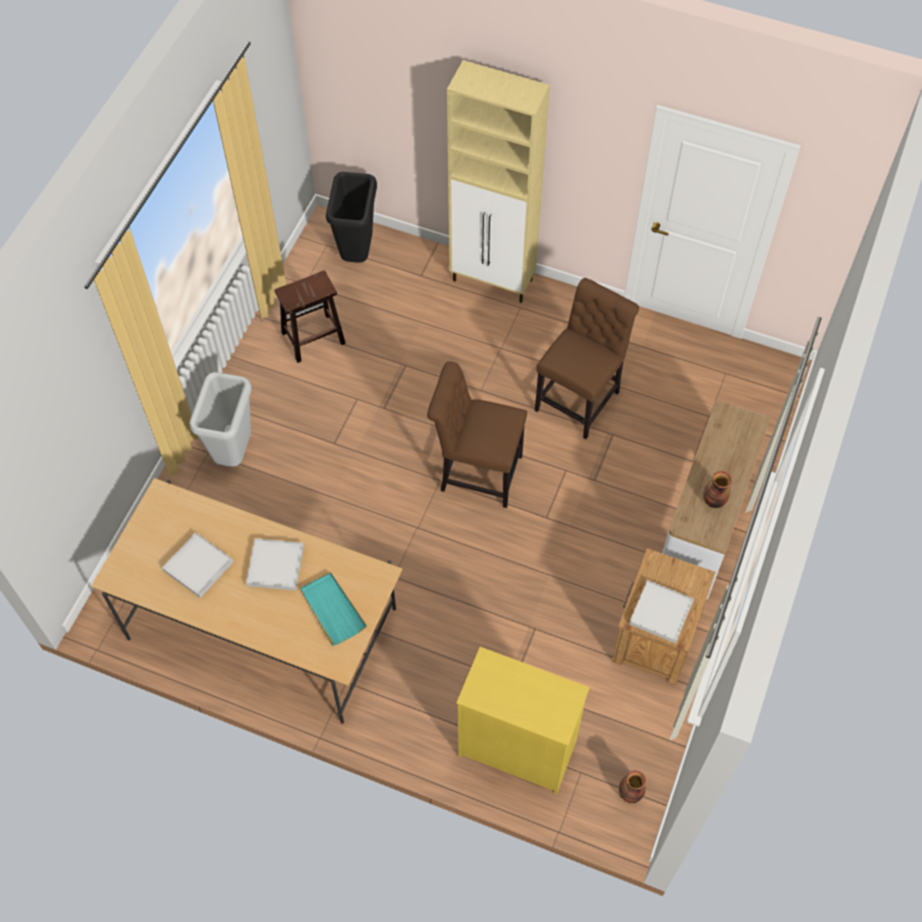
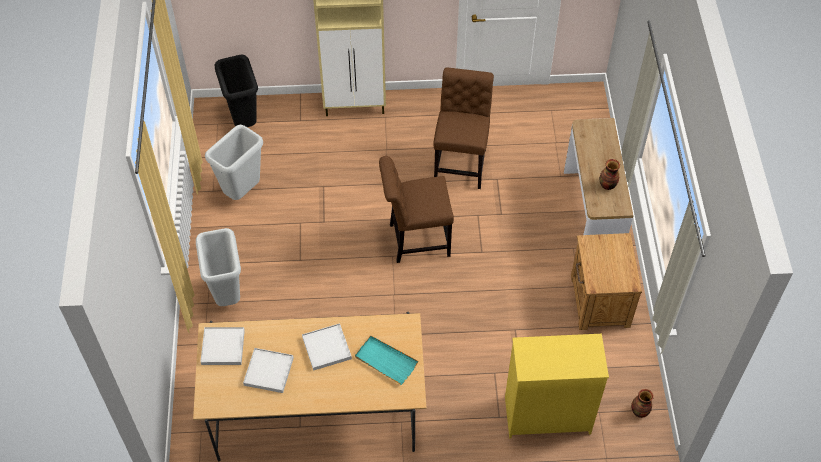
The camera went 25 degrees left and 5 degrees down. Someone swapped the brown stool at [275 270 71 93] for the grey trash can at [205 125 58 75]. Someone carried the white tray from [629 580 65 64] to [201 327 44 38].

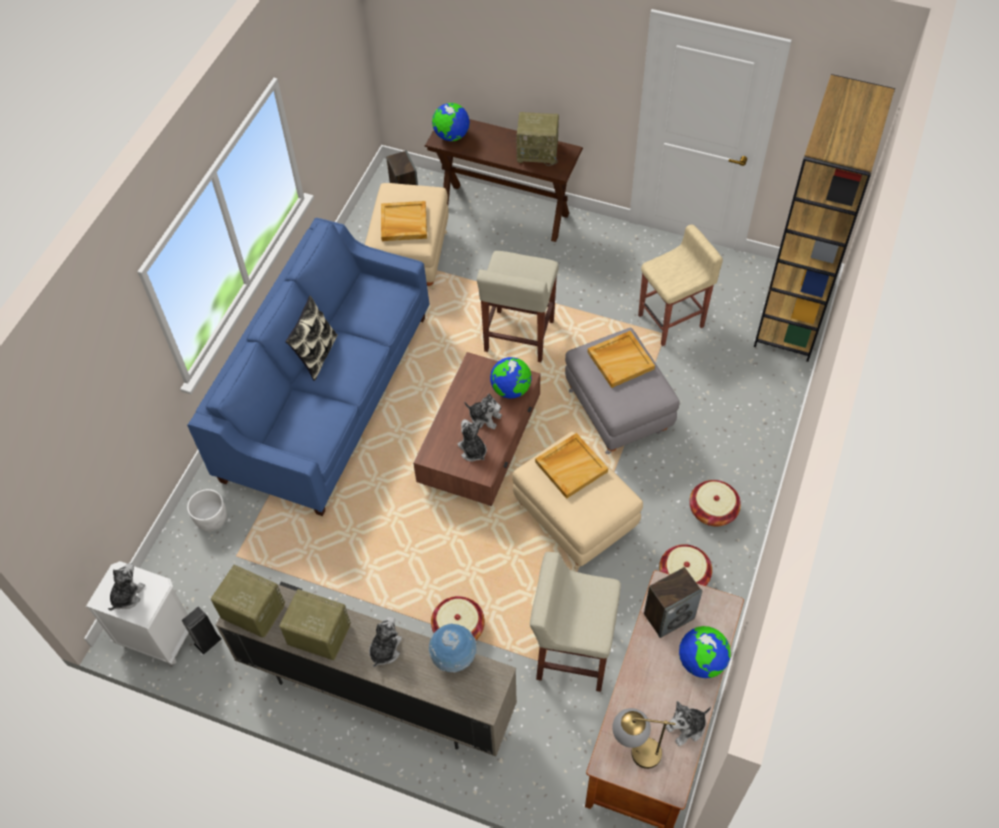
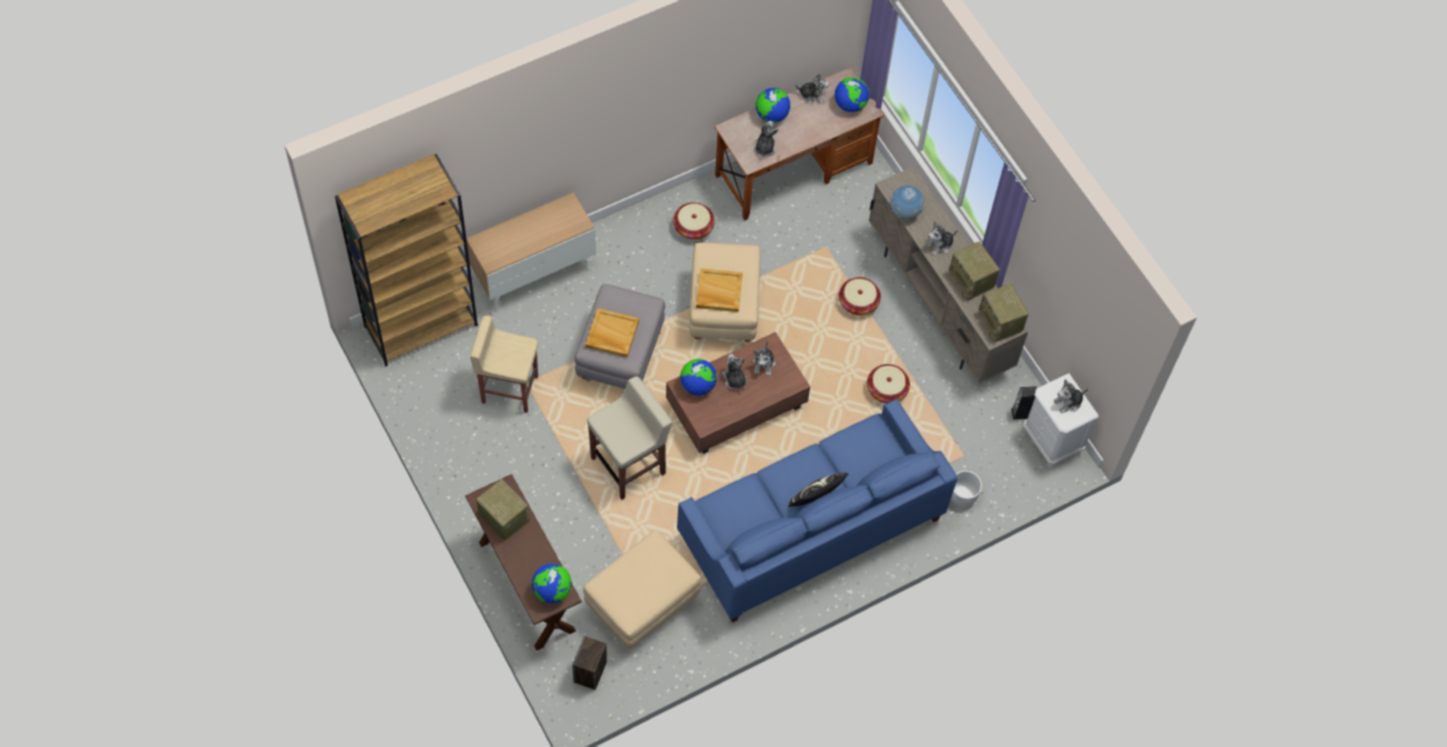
The camera went 145 degrees left and 5 degrees up. Someone took away the beige tray at [381 201 46 40]. Someone carried the basket from [689 480 52 46] to [867 364 43 40]. Someone took away the beige stool at [530 552 91 140]. Someone swapped the speaker at [644 567 58 71] for the plush toy at [754 121 25 36]. Someone swapped the table lamp at [612 708 64 61] for the globe at [835 77 34 35]. Someone put down the cabinet at [466 193 130 119].

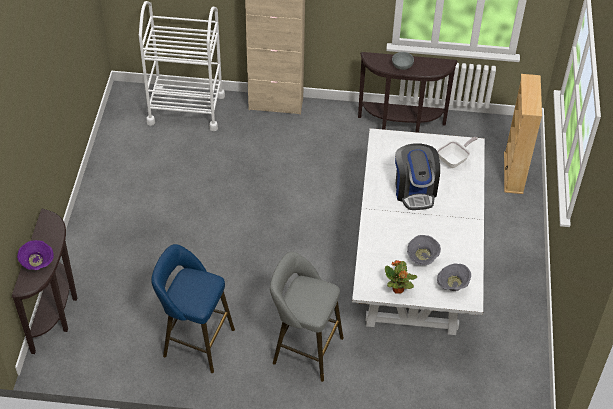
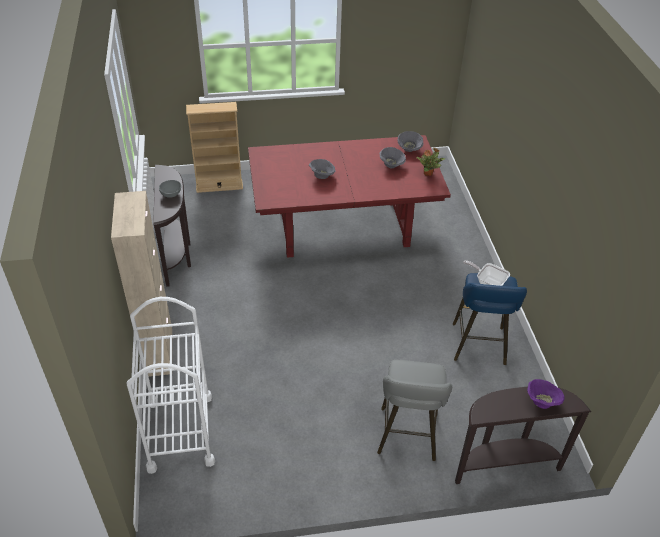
The camera went 105 degrees left and 5 degrees down. Someone repainted the white dining table at [352 128 133 207], which became the red dining table at [248 135 203 123]. Someone carried the frying pan from [437 137 41 31] to [463 260 47 26]. Someone swapped the coffee machine at [395 143 45 67] for the grey bowl at [309 159 27 20]. Someone carried the grey stool from [270 252 74 130] to [377 360 75 101].

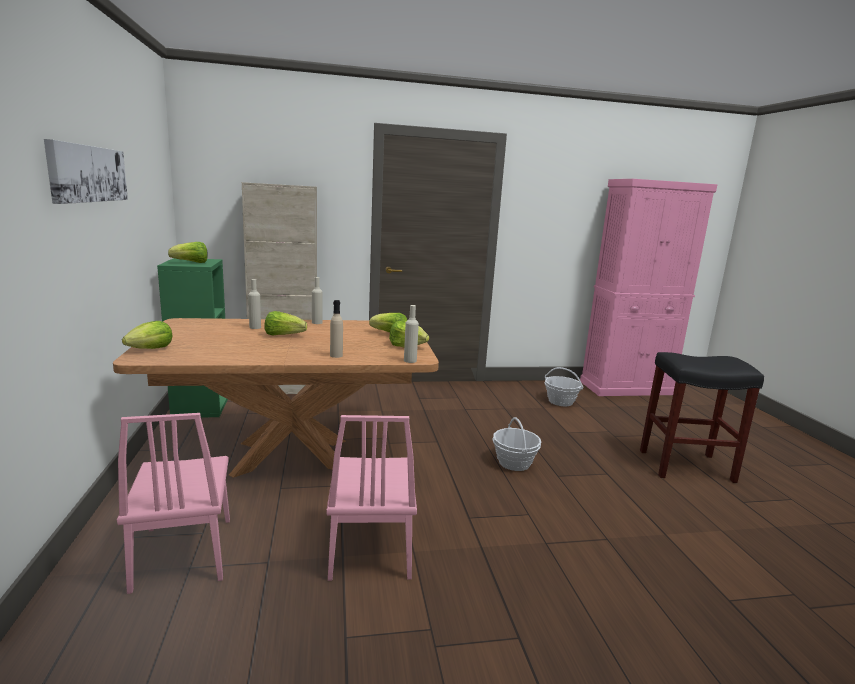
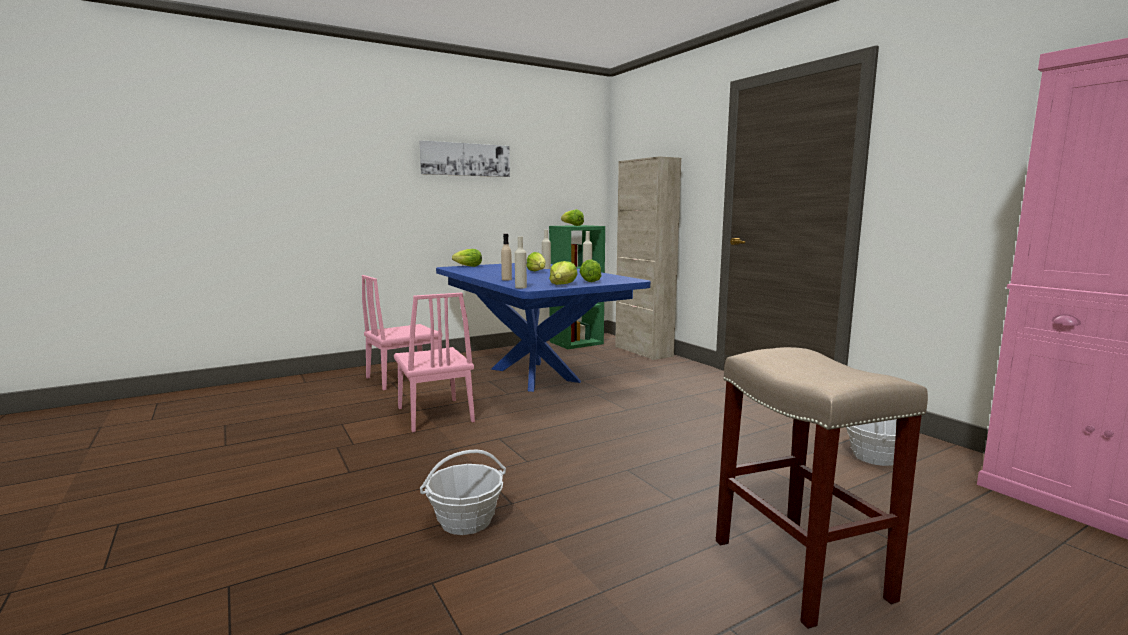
The camera went 70 degrees right and 5 degrees down. Someone repainted the brown dining table at [113 318 326 160], which became the blue dining table at [436 262 215 130]. Someone repainted the black stool at [640 352 124 131], which became the beige stool at [716 347 212 282]. Someone rotated the pink chair at [326 415 91 166] by 90 degrees counterclockwise. Someone carried the basket from [492 417 50 54] to [420 449 86 86].

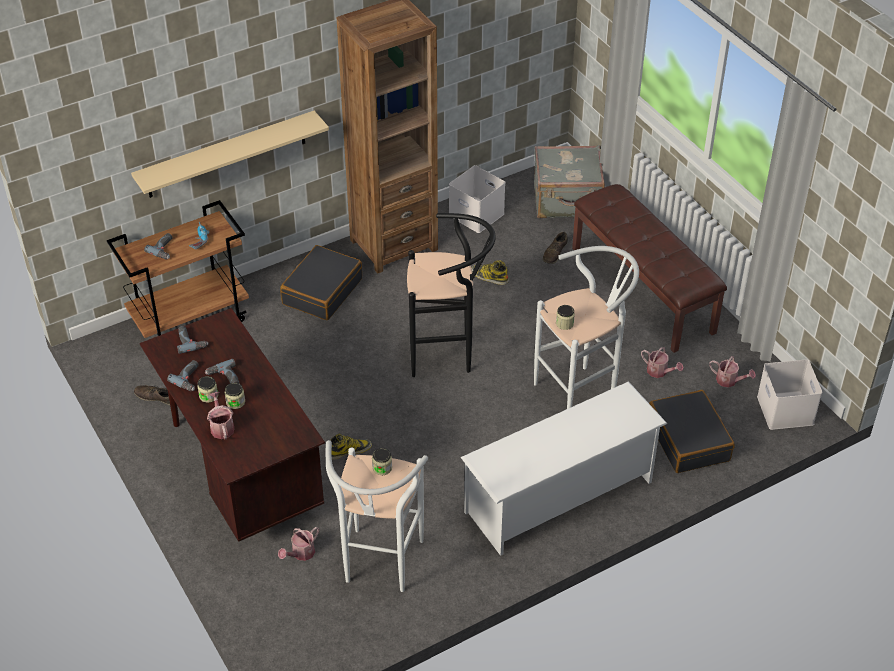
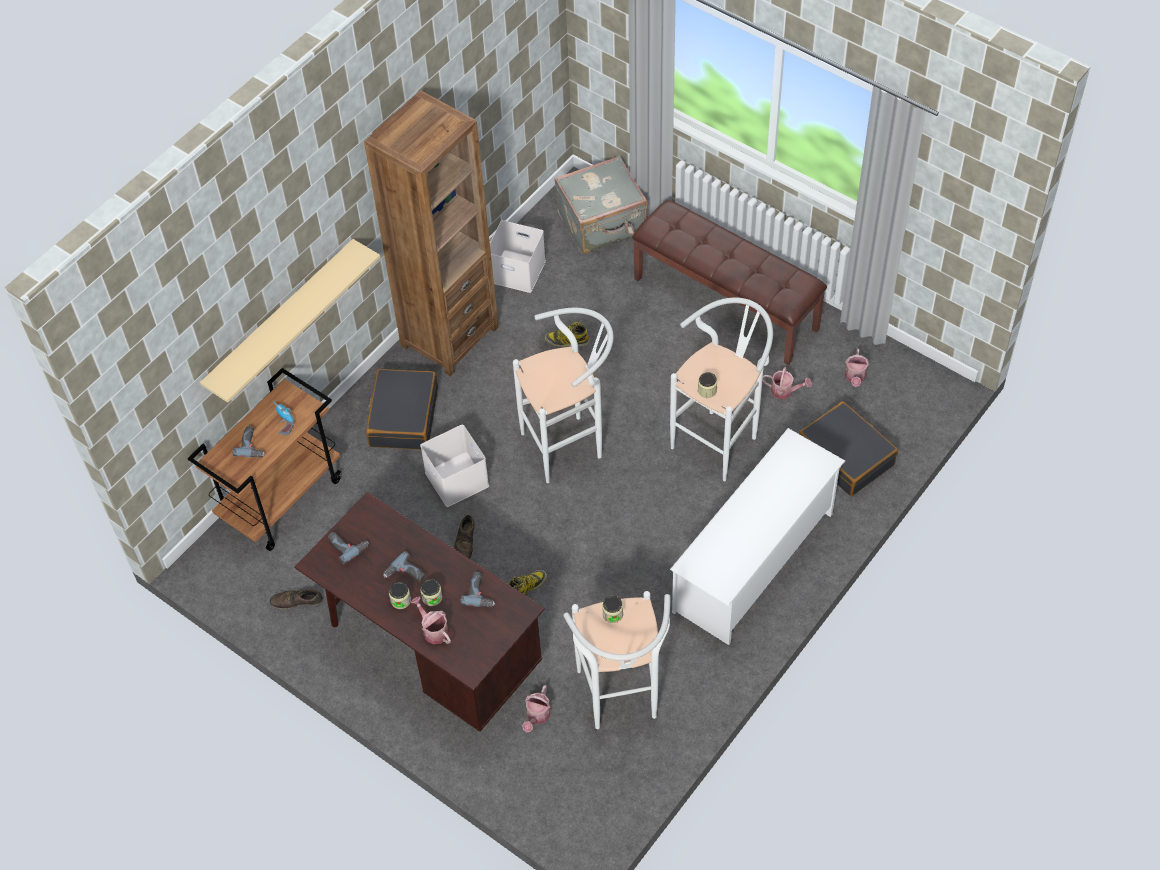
The camera went 20 degrees left and 10 degrees up. Someone repainted the black stool at [407 213 89 164], which became the white stool at [513 308 100 175]. Someone carried the brown shoe from [543 232 25 32] to [454 515 21 44]. Someone rotated the watering can at [709 356 47 31] by 90 degrees clockwise. Someone carried the white storage box from [757 359 66 71] to [420 425 69 82]. Someone carried the power drill from [167 360 32 31] to [460 572 35 35].

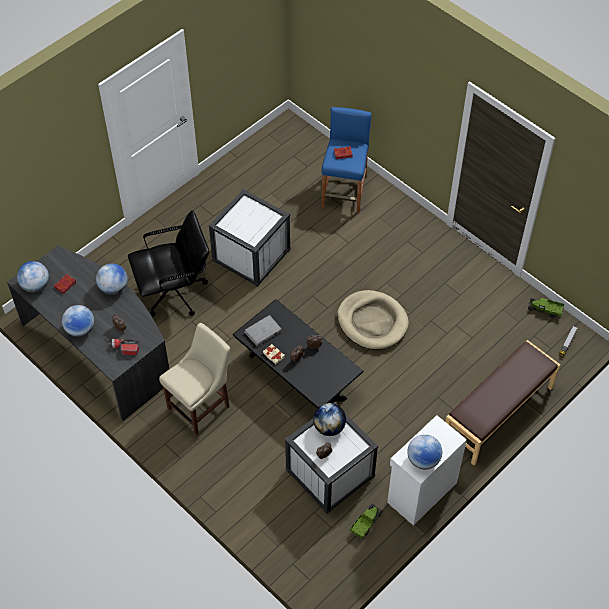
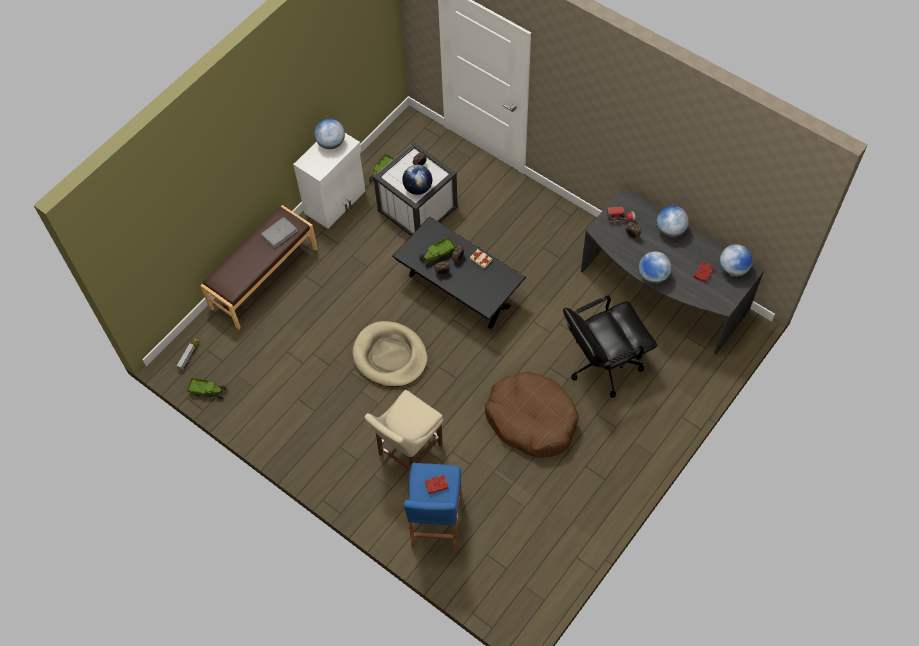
The camera went 175 degrees right and 5 degrees up. Someone swapped the white storage box at [208 189 83 98] for the brown dog bed at [485 372 94 86]. Someone carried the grey book from [245 315 37 31] to [261 217 37 32]. Someone carried the beige chair from [159 323 71 112] to [365 390 78 80]. Someone put down the toy truck at [419 237 37 30].

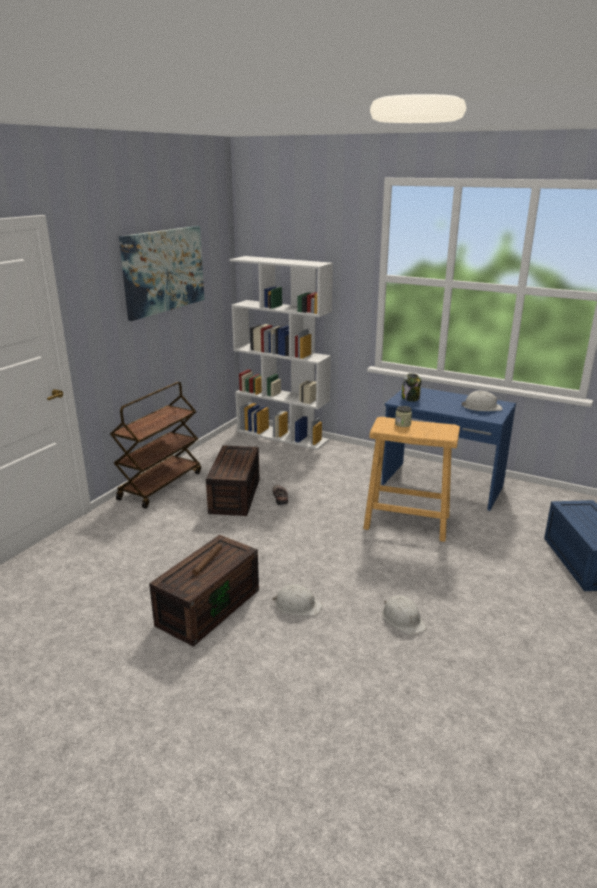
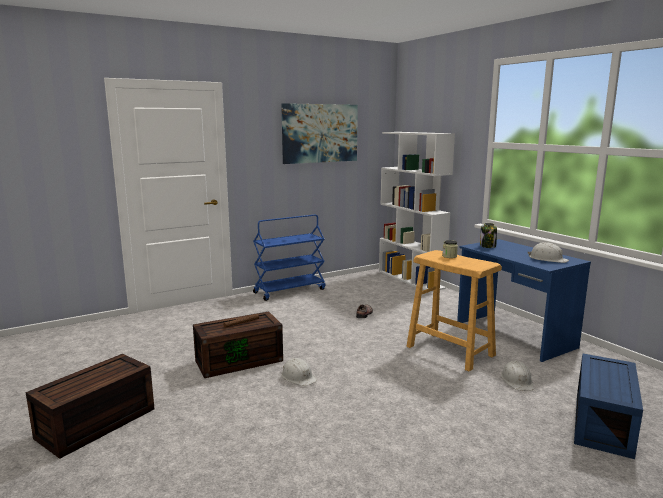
The camera went 30 degrees right and 10 degrees down. Someone repainted the brown cart at [110 382 91 127], which became the blue cart at [253 214 72 87]. Someone carried the brown storage box from [206 445 54 71] to [25 354 129 105]. Someone carried the white hard hat from [382 595 44 41] to [501 361 32 30].

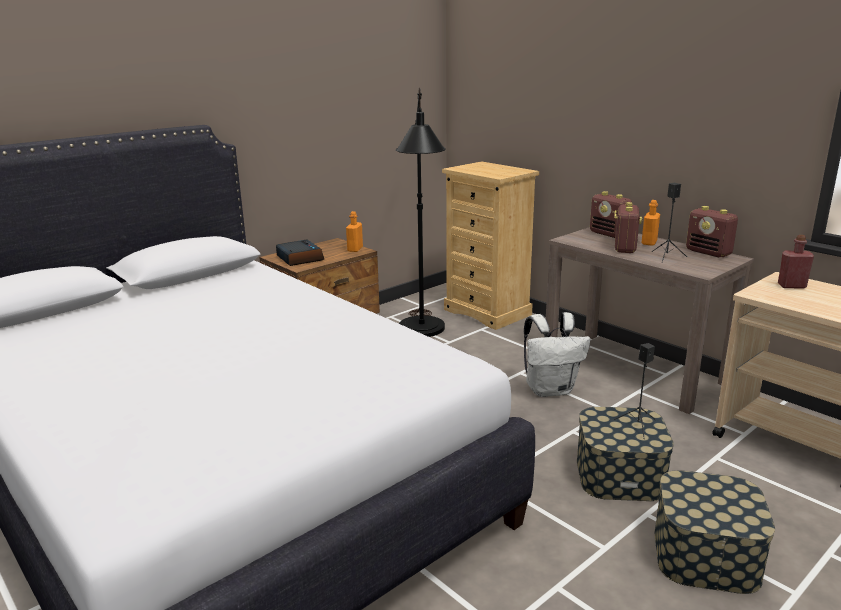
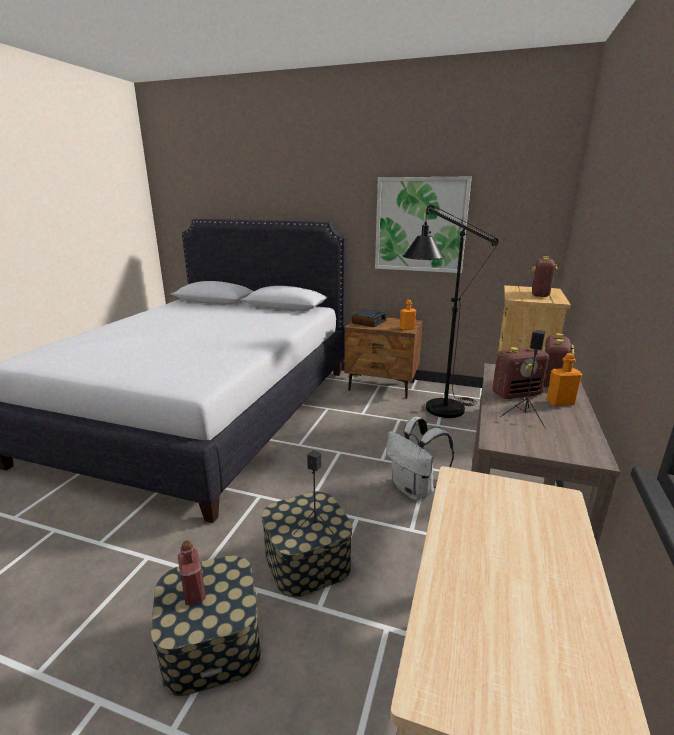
The camera went 60 degrees right and 0 degrees up. Someone carried the radio from [686 206 52 51] to [532 256 26 41]. Someone carried the red bottle from [778 235 36 54] to [177 540 29 65]. Someone put up the picture at [375 177 97 96].

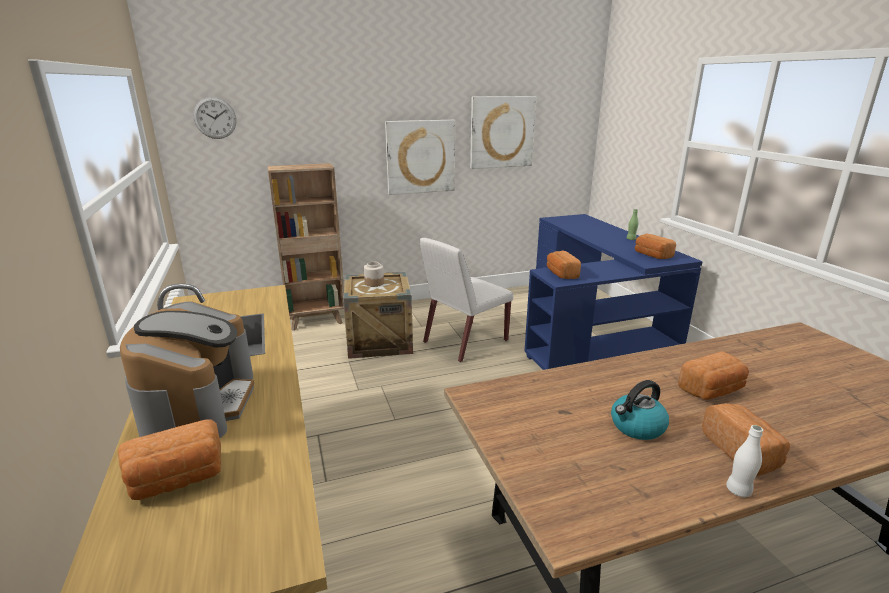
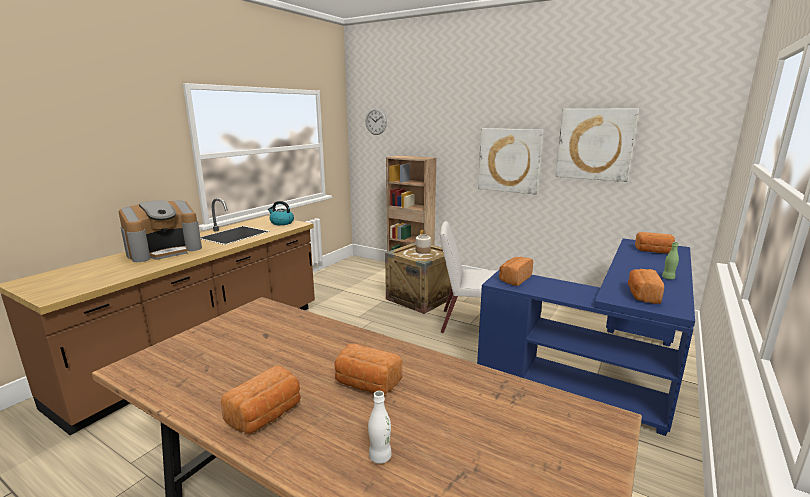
The camera went 50 degrees right and 5 degrees down. Someone carried the kettle from [611 380 58 60] to [268 201 26 24]. Someone carried the bread from [117 419 104 81] to [635 232 40 22]. Someone carried the white bottle from [726 425 37 72] to [368 391 24 73].

